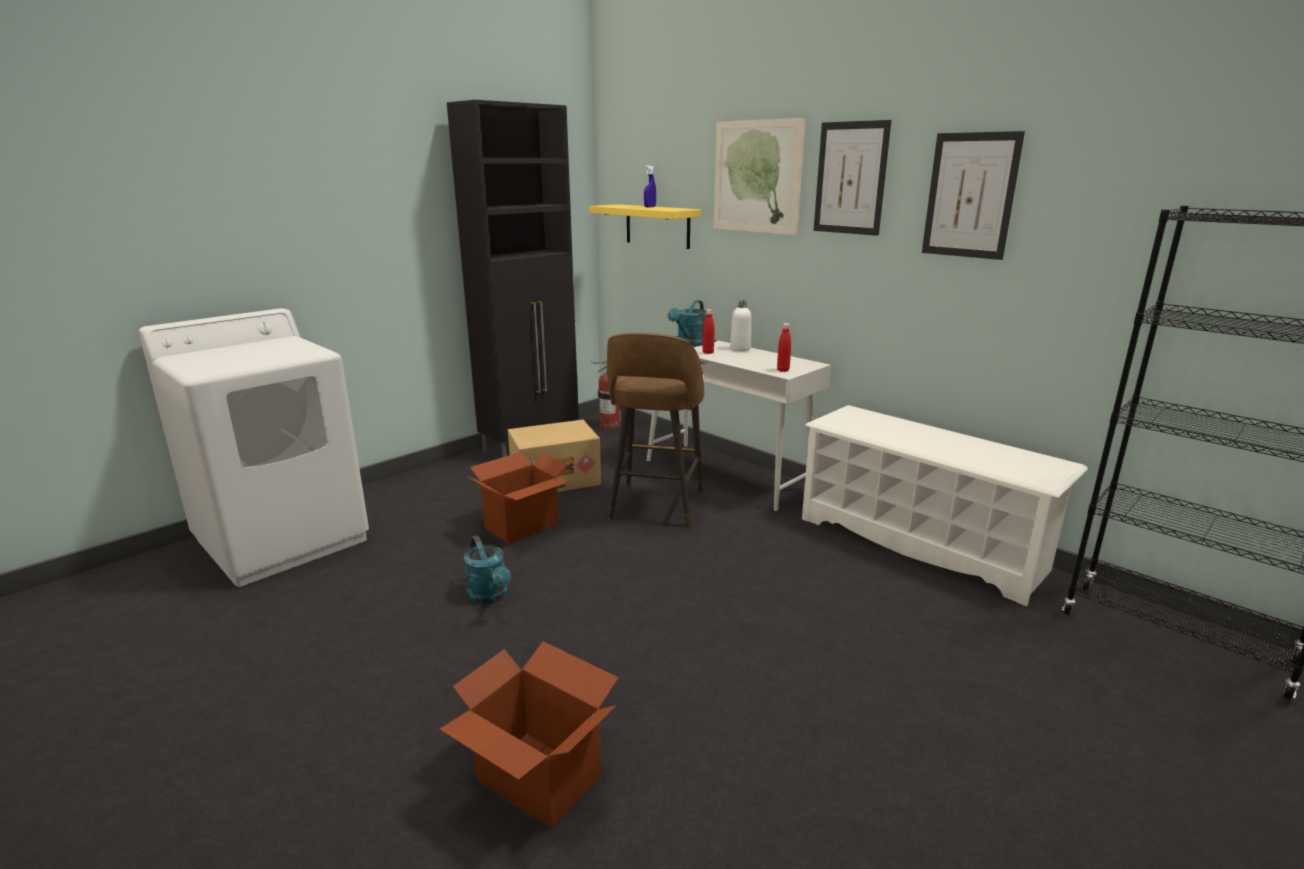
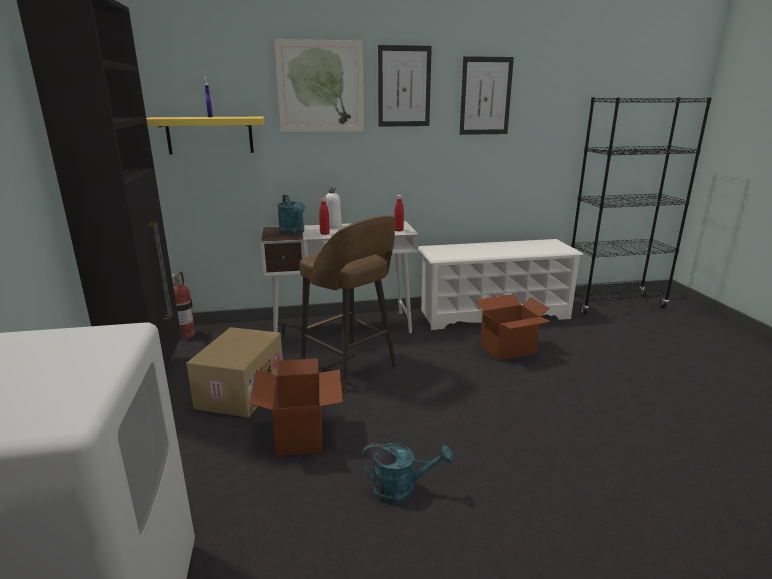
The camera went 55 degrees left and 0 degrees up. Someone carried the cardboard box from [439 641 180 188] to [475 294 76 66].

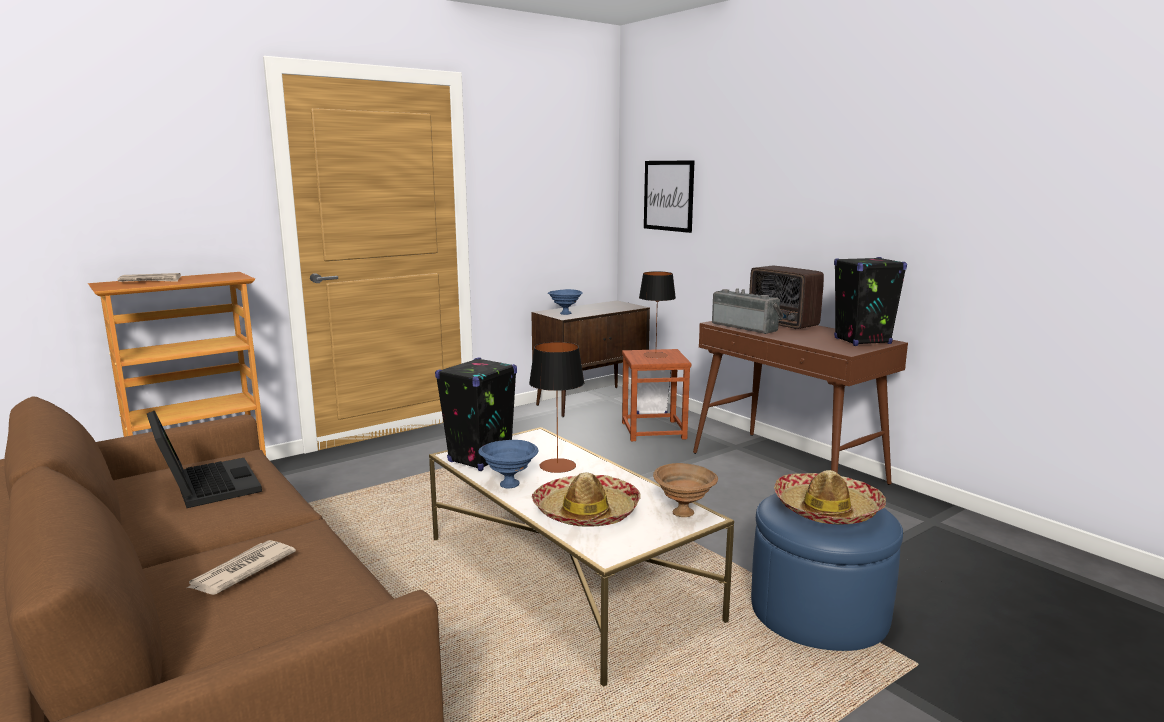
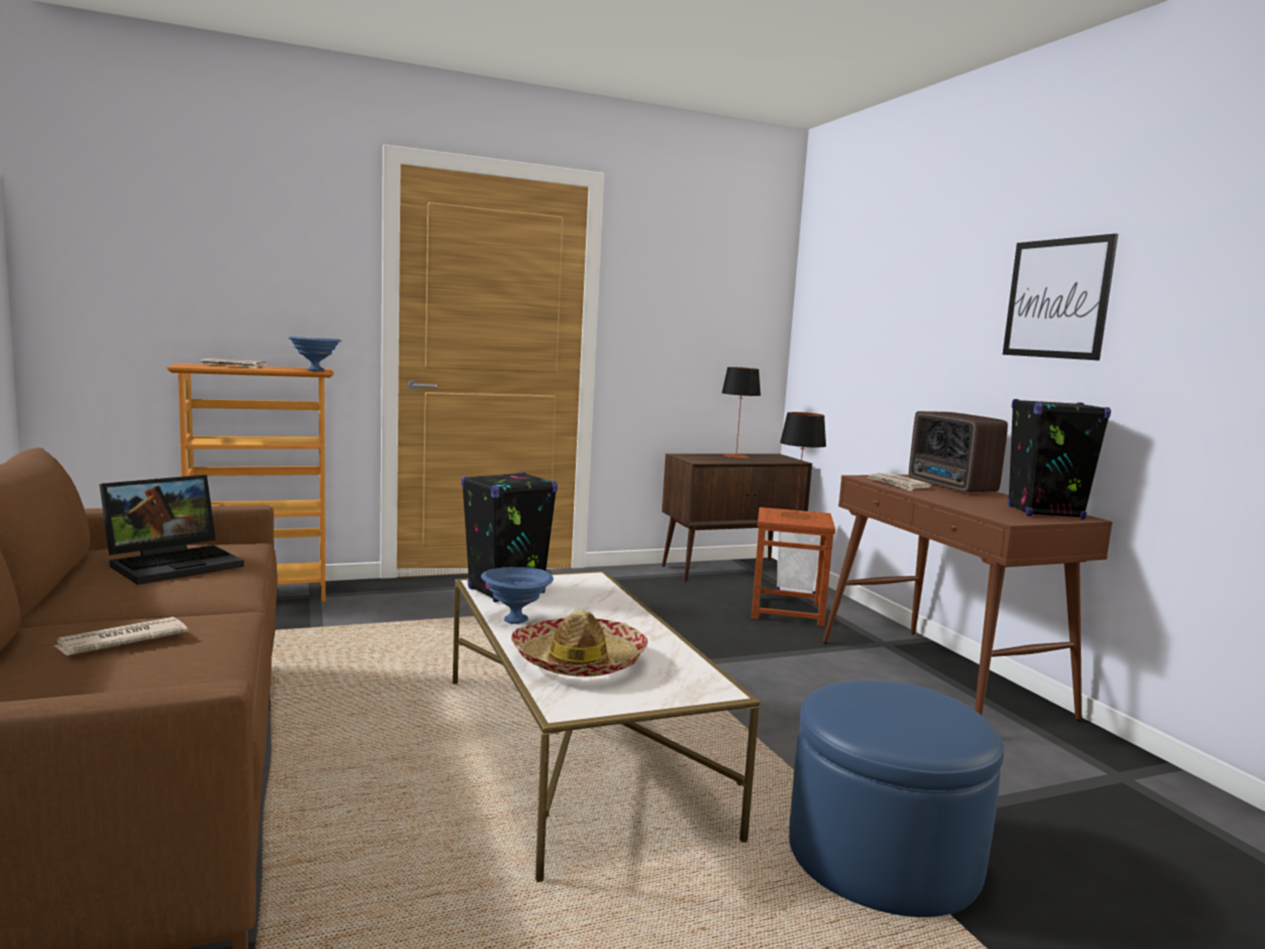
The camera went 15 degrees right and 5 degrees down. Someone carried the picture from [644 160 51 73] to [1002 234 116 127]. Someone swapped the radio at [712 288 72 46] for the newspaper at [867 473 64 18]. Someone carried the blue bowl from [548 289 35 26] to [288 336 53 35]. Someone carried the table lamp from [529 342 56 131] to [722 367 39 91]. Someone rotated the laptop at [147 411 115 97] by 60 degrees clockwise. Someone took away the brown bowl at [653 463 65 54]. Someone took away the hat at [774 470 112 54].

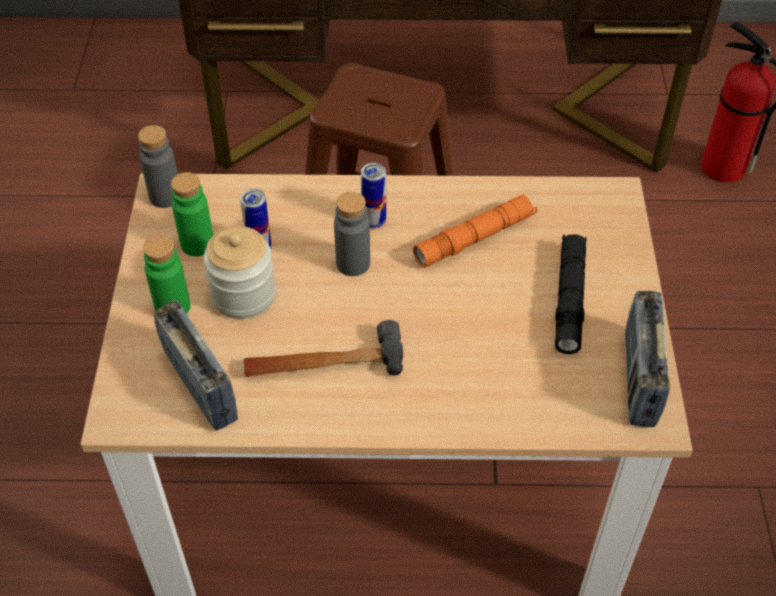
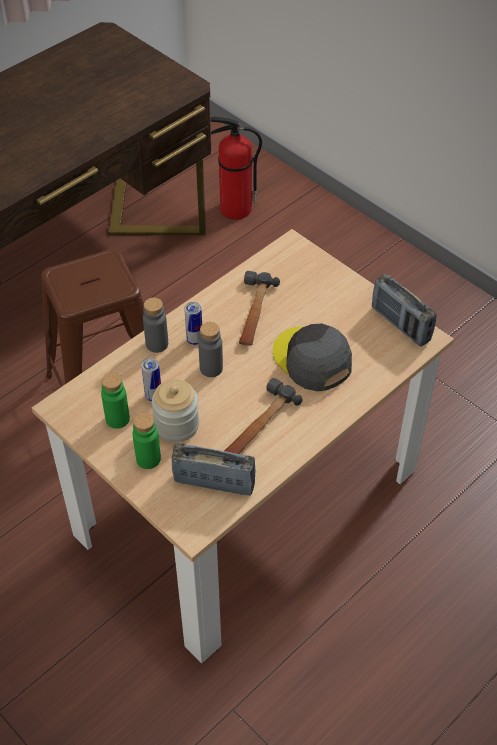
The camera went 45 degrees left and 0 degrees up. Someone carried the grey bottle from [138 125 40 83] to [143 298 25 55]. Someone swapped the orange flashlight at [413 194 124 74] for the hammer at [239 271 41 75]. Someone took away the black flashlight at [555 234 32 120]. Someone put down the grey cap at [273 323 79 68].

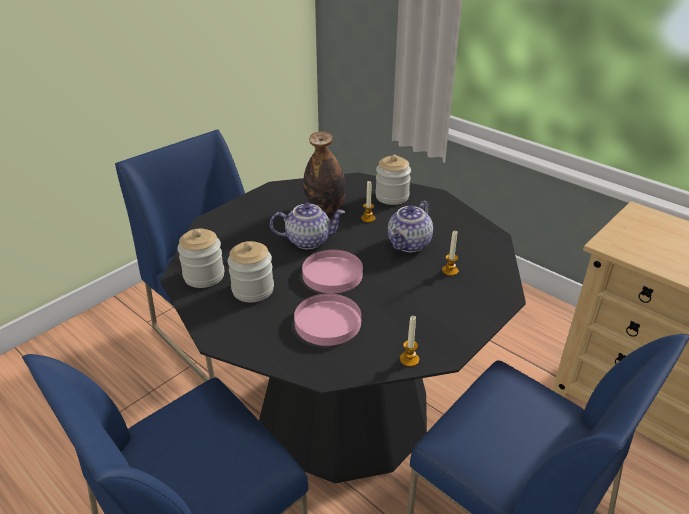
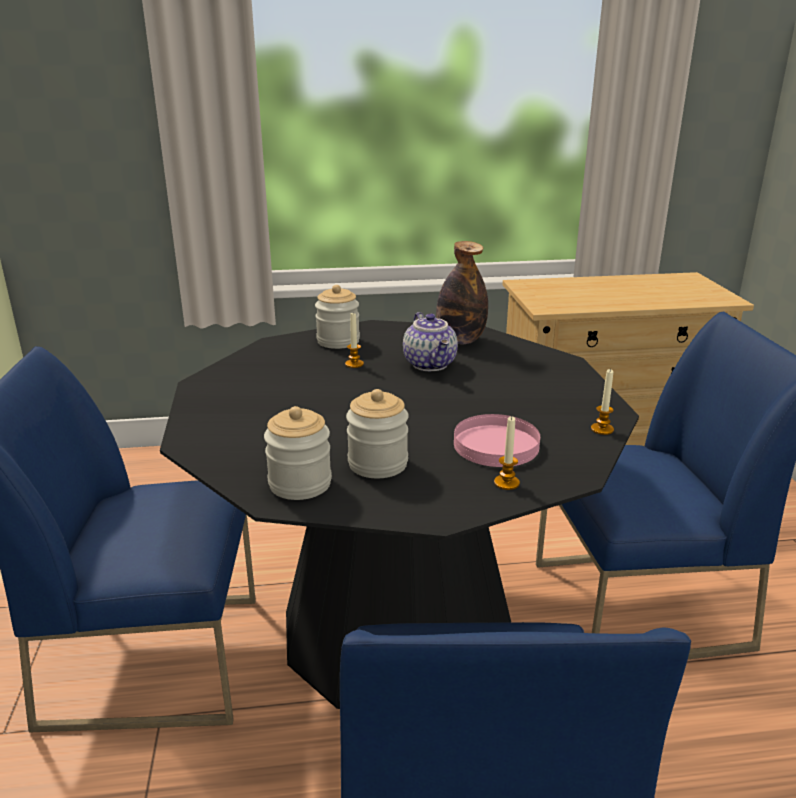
The camera went 50 degrees left and 10 degrees down. Someone carried the bottle from [303 131 43 82] to [436 241 52 103]. Someone took away the teapot at [270 203 75 46]. Someone carried the candle from [442 231 16 45] to [494 416 26 74]. Someone took away the pink plate at [302 250 61 44].

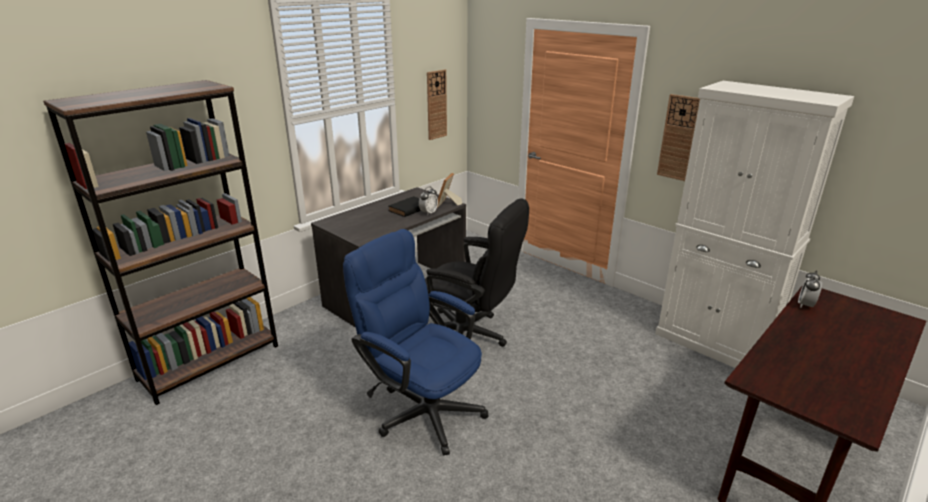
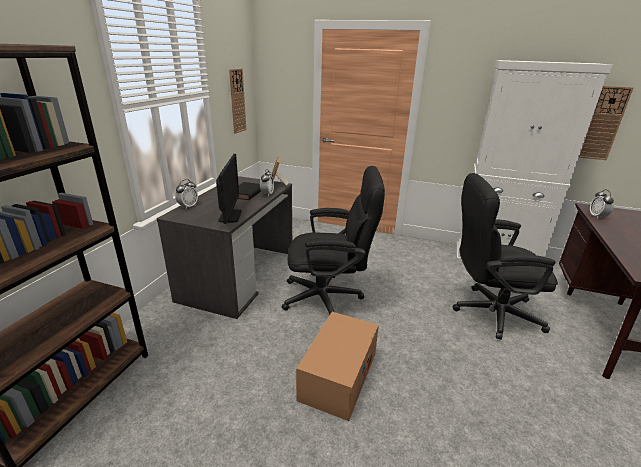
The camera went 25 degrees left and 0 degrees up. Someone carried the wall clock from [657 94 43 87] to [579 86 55 74]. Someone swapped the blue office chair at [343 229 145 226] for the cardboard box at [296 312 83 109]. Someone put down the monitor at [216 154 26 70]. Someone put down the black office chair at [453 173 105 167]. Someone put down the alarm clock at [175 179 23 30].

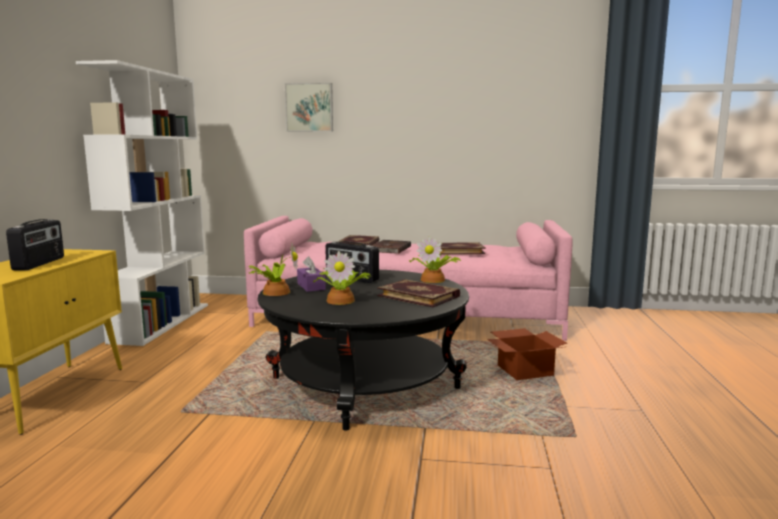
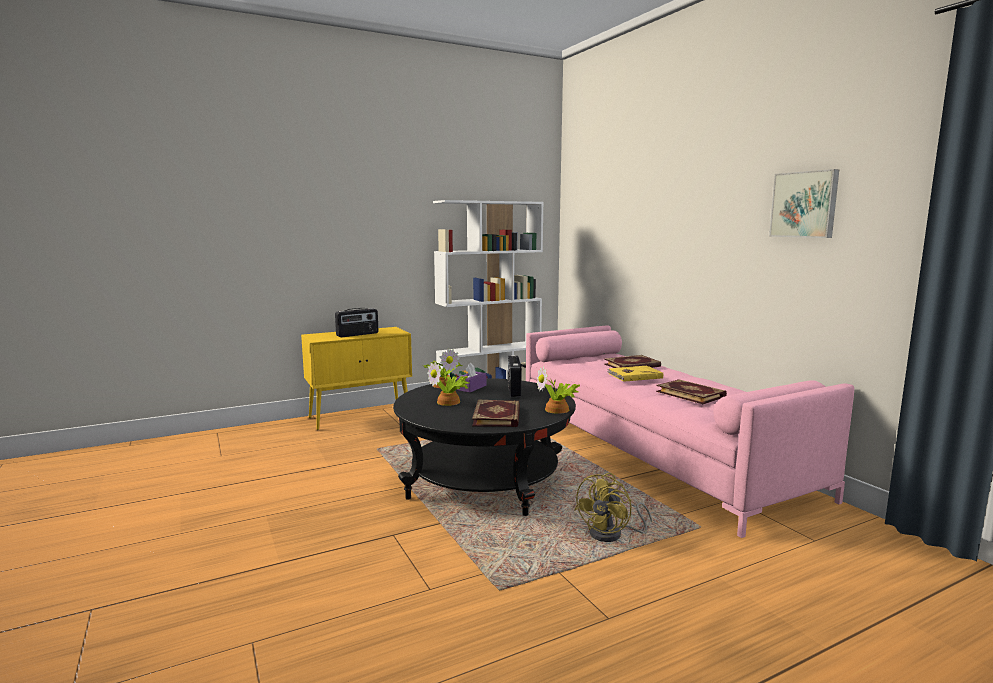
The camera went 55 degrees right and 0 degrees up. Someone carried the picture from [285 83 48 49] to [769 169 70 69]. Someone repainted the brown book at [371 240 40 14], which became the yellow book at [607 366 56 16]. Someone swapped the cardboard box at [487 328 80 52] for the yellow fan at [575 473 77 69].

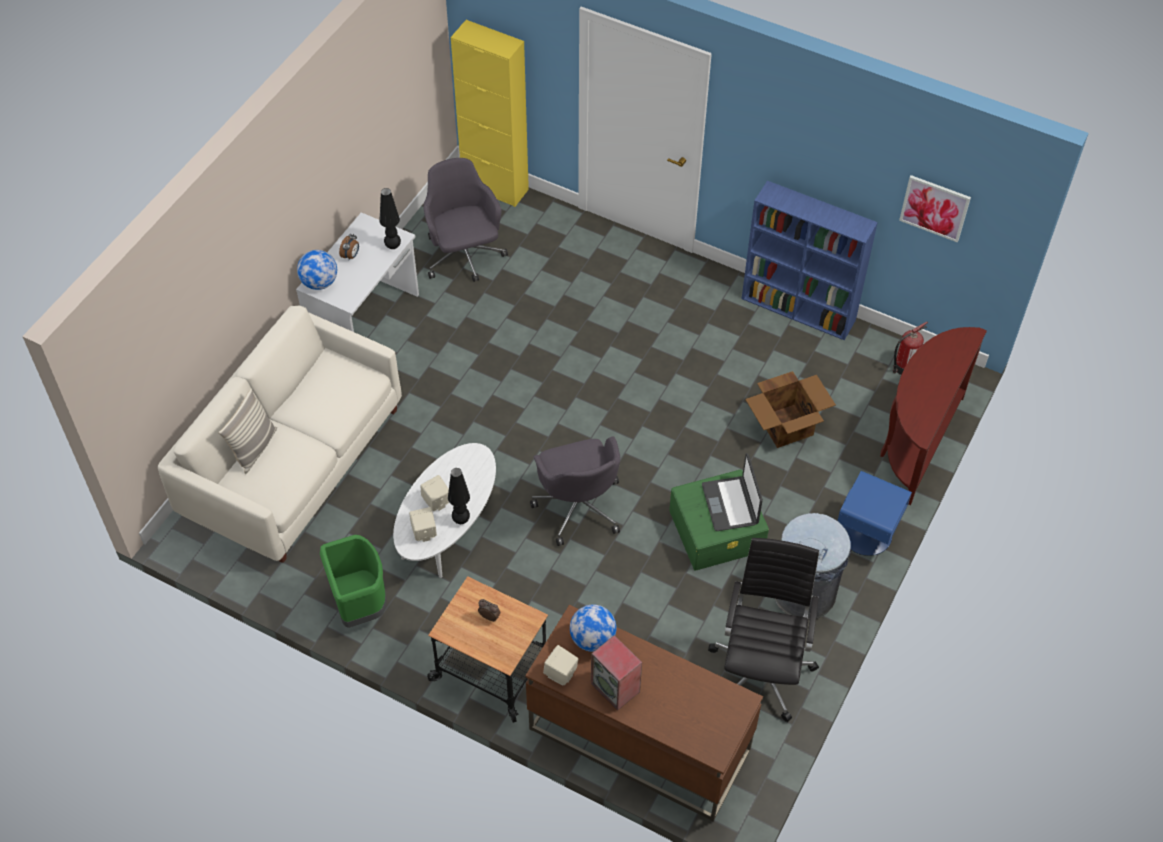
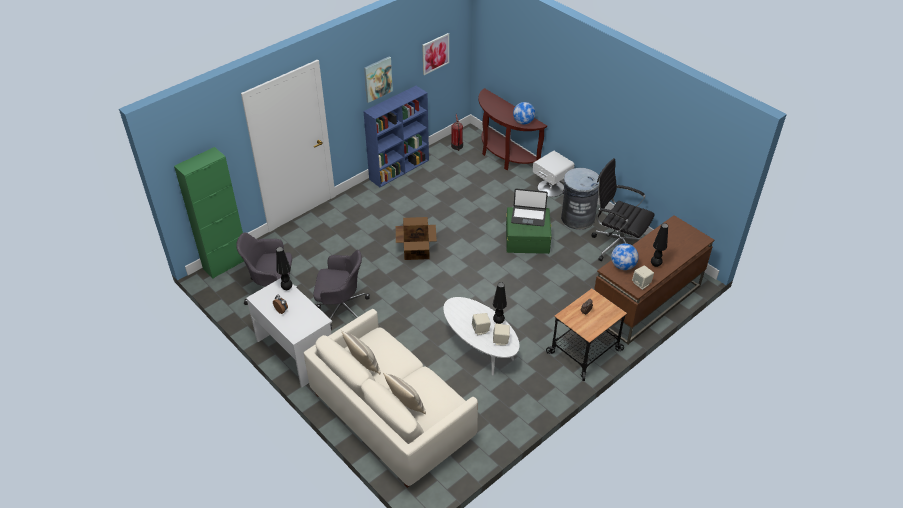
The camera went 70 degrees left and 10 degrees down. Someone repainted the yellow cabinet at [451 20 78 187], which became the green cabinet at [174 147 70 132]. Someone carried the globe from [297 250 40 40] to [513 102 22 22]. Someone carried the cardboard box from [745 371 91 77] to [396 217 41 43]. Someone carried the grey office chair from [530 436 90 110] to [314 250 56 79]. Someone repainted the blue nightstand at [838 471 74 85], which became the white nightstand at [533 151 42 46]. Someone took away the green trash can at [320 535 66 93]. Someone swapped the speaker at [591 635 51 76] for the black table lamp at [651 223 17 44]. Someone put up the picture at [364 56 29 47]. Someone put down the pillow at [342 331 39 43].

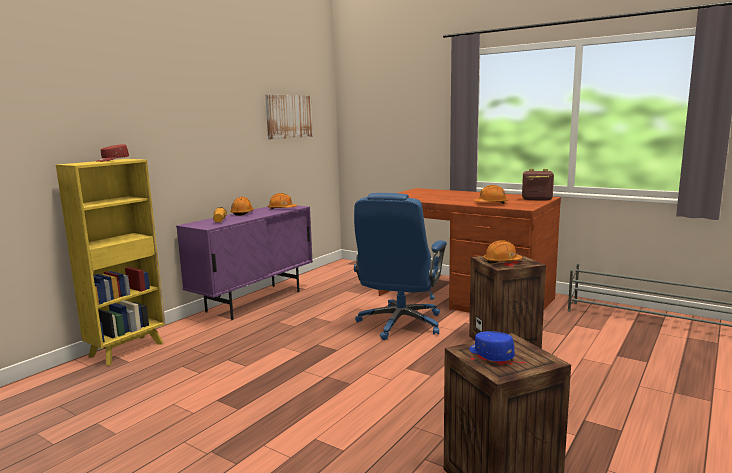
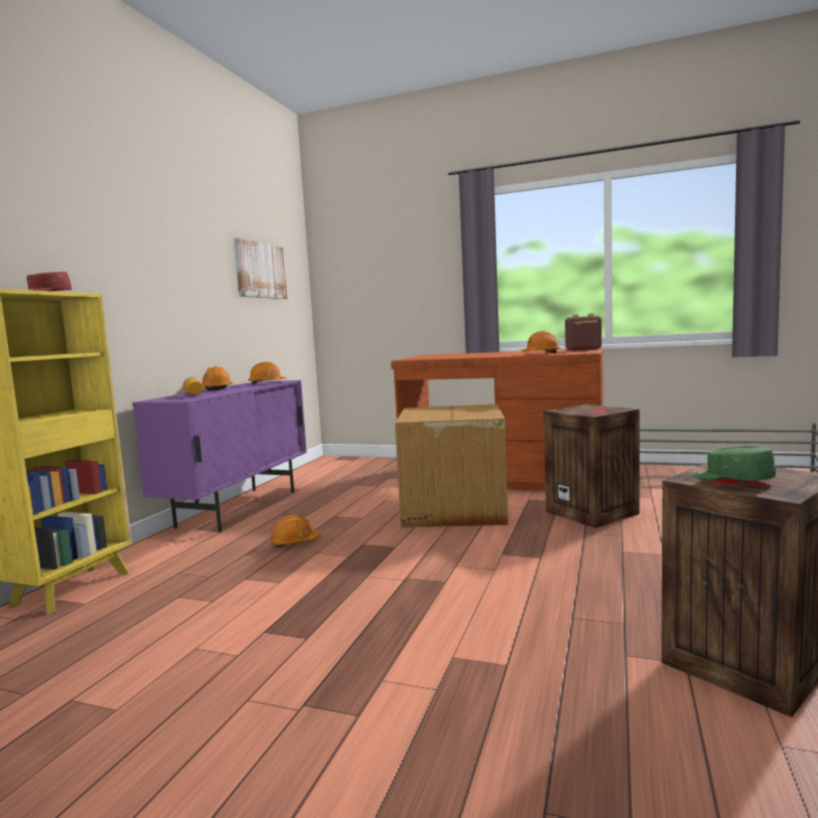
The camera went 15 degrees left and 5 degrees down. Someone swapped the blue office chair at [354 193 93 147] for the cardboard box at [395 404 113 124]. Someone carried the orange hard hat from [483 240 40 23] to [270 515 50 32]. Someone repainted the blue cap at [469 331 46 30], which became the green cap at [693 446 83 35].

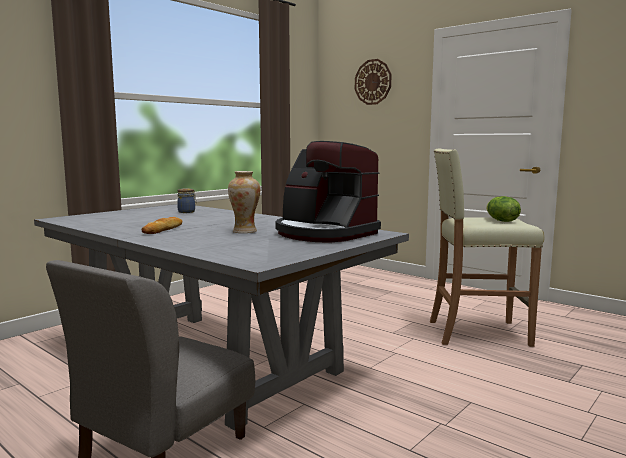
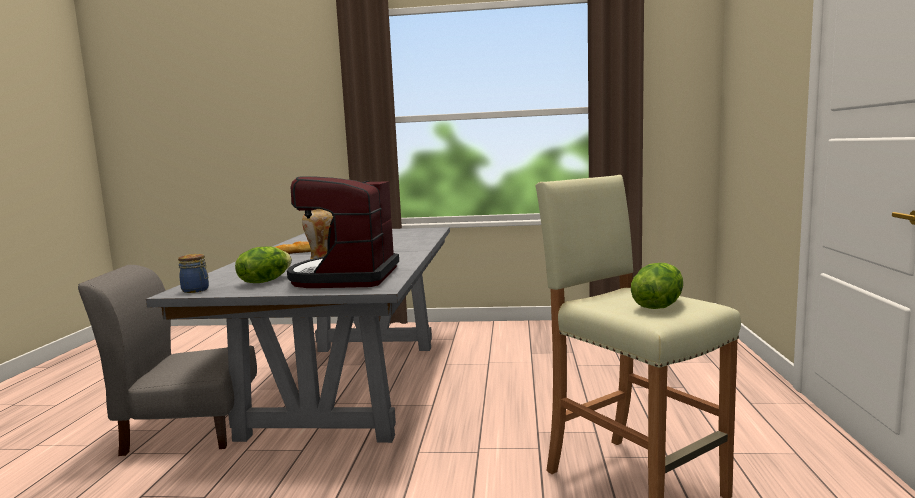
The camera went 55 degrees right and 0 degrees up. Someone took away the wall clock at [355 59 36 46]. Someone carried the jar from [177 188 20 25] to [178 254 31 39]. Someone put down the lettuce at [235 246 57 37].

